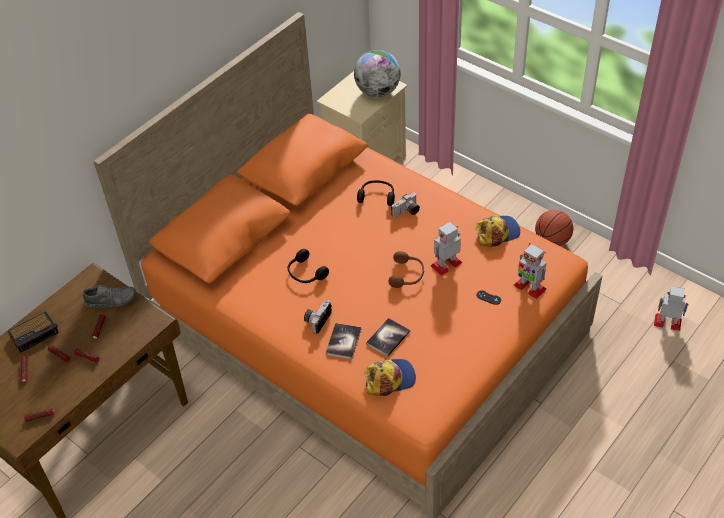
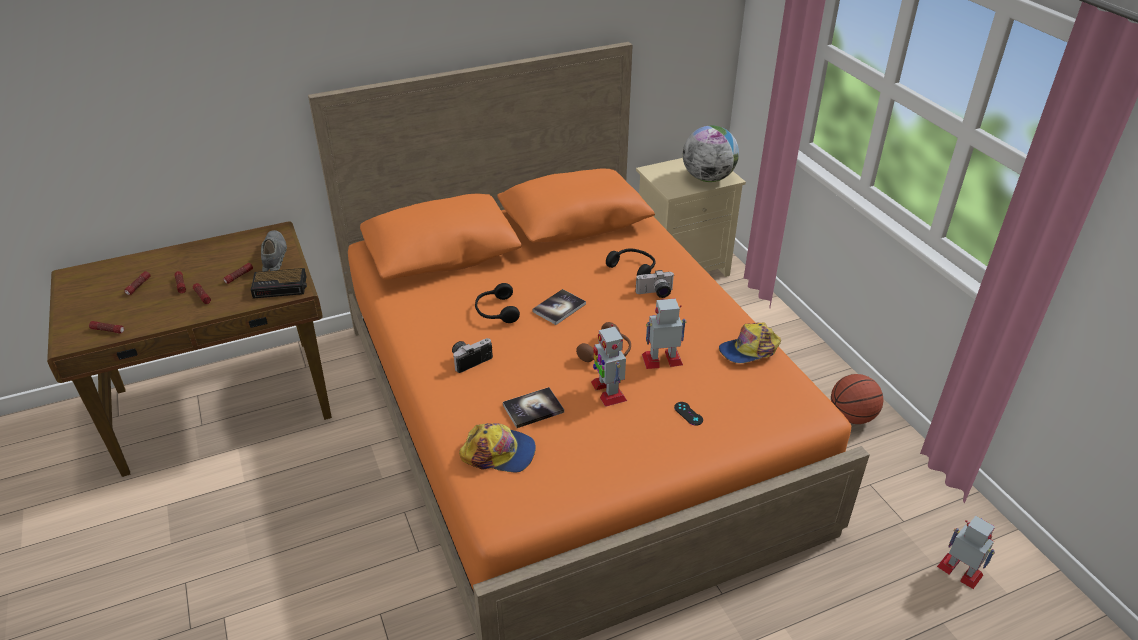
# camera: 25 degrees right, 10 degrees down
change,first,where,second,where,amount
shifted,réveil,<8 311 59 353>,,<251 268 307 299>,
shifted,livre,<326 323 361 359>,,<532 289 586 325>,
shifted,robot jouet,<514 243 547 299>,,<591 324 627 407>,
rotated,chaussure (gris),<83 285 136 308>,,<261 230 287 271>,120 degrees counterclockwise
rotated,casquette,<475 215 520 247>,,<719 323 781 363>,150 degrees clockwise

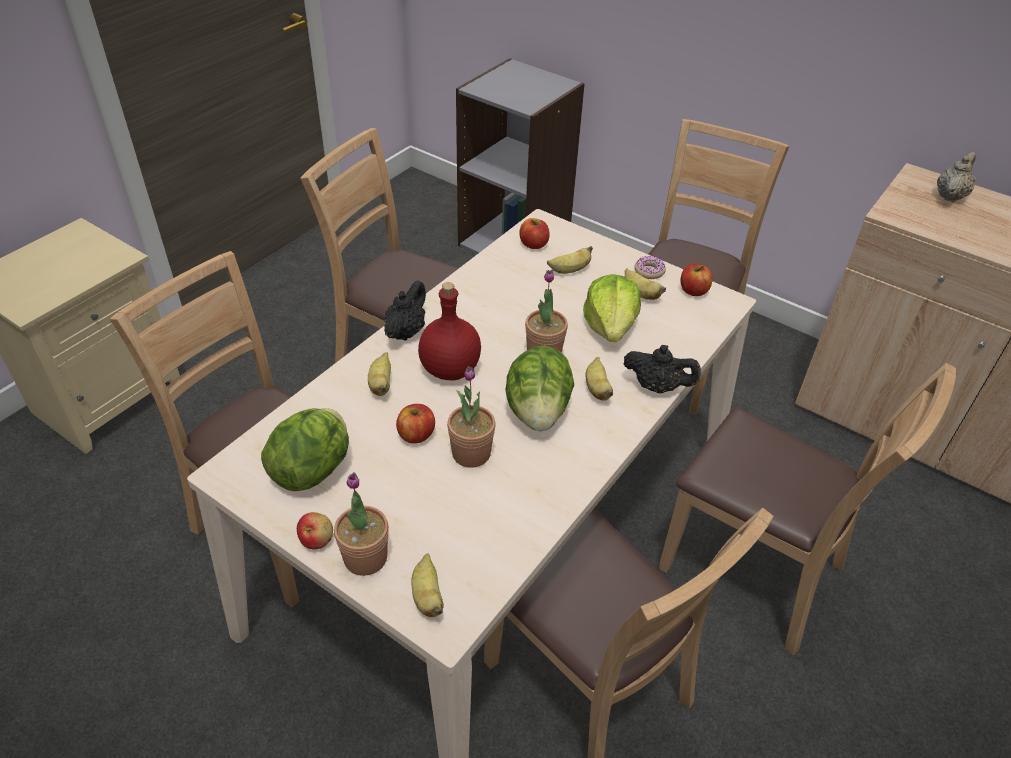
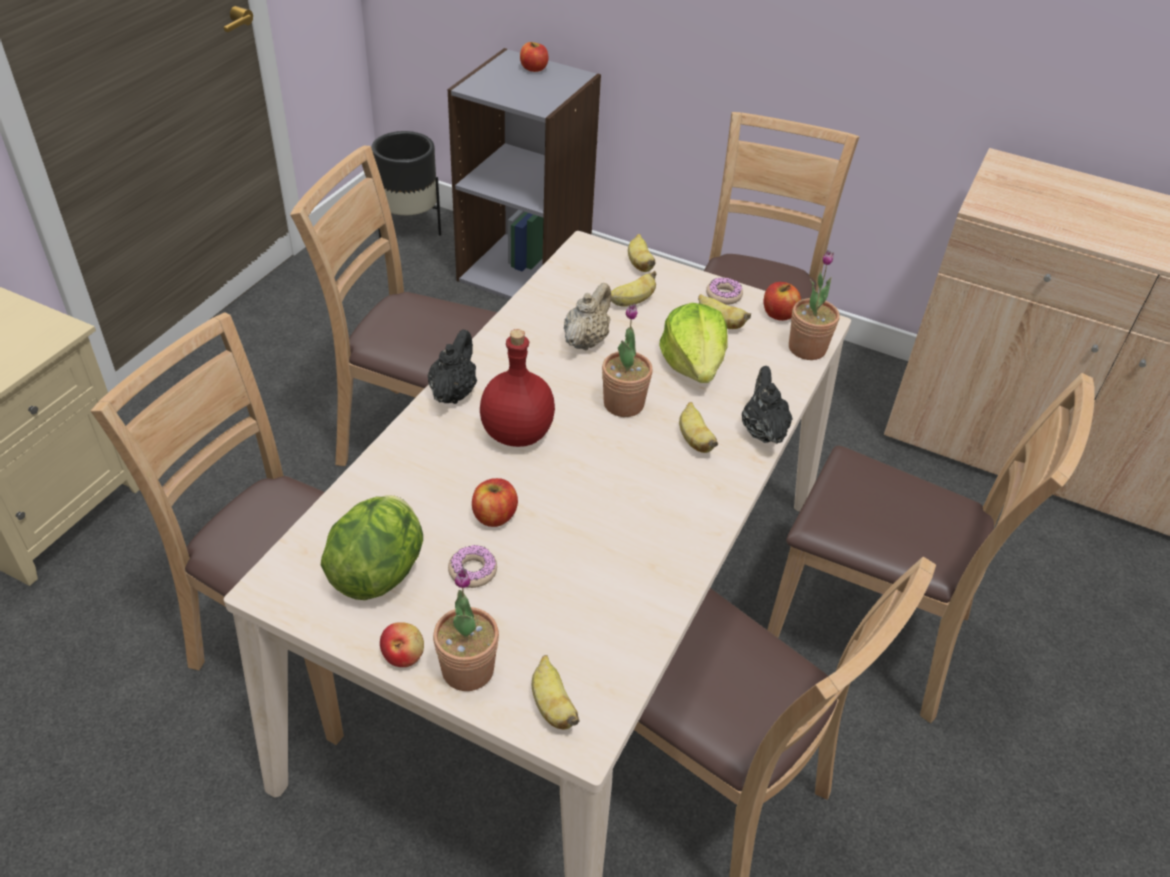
# camera: 10 degrees left, 0 degrees up
change,first,where,second,where,amount
gone,laitue,<505 346 574 431>,,,
new,,,cache-pot (noir),<371 131 441 238>,
new,,,beignet,<448 544 497 588>,
shifted,banane,<368 352 391 396>,,<628 234 656 272>,
shifted,plante en pot,<447 366 496 468>,,<789 250 840 360>,
shifted,pomme,<520 218 550 249>,,<520 42 549 72>,
shifted,théière (beige),<937 152 976 202>,,<564 283 611 351>,
rotated,théière (noir),<624 345 701 393>,,<742 366 793 444>,105 degrees counterclockwise

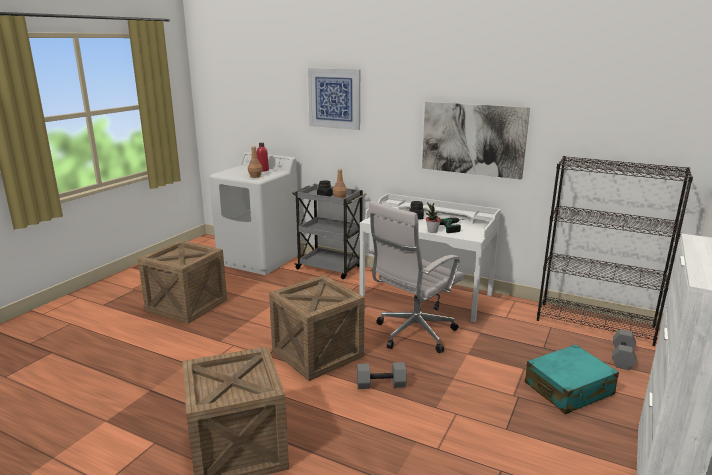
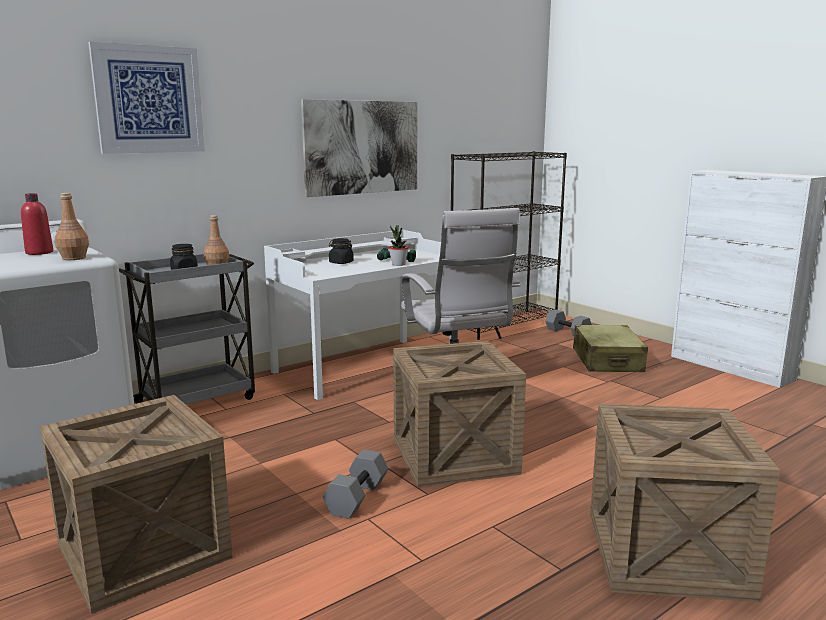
# camera: 65 degrees left, 5 degrees down
change,first,where,second,where,amount
shifted,haltère (gris),<357 362 407 389>,,<323 449 388 519>,
repainted,valise (turquoise),<525 344 619 414>,valise (beige),<573 325 648 372>,

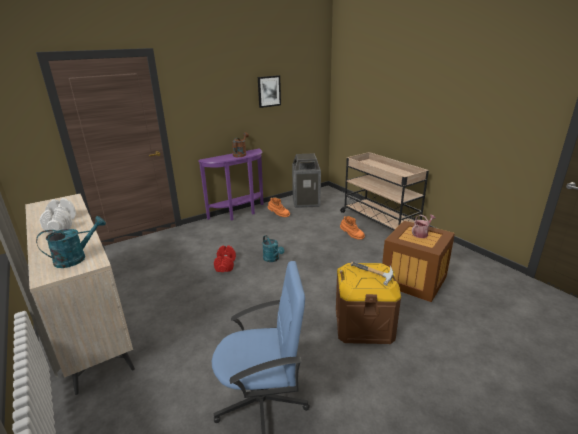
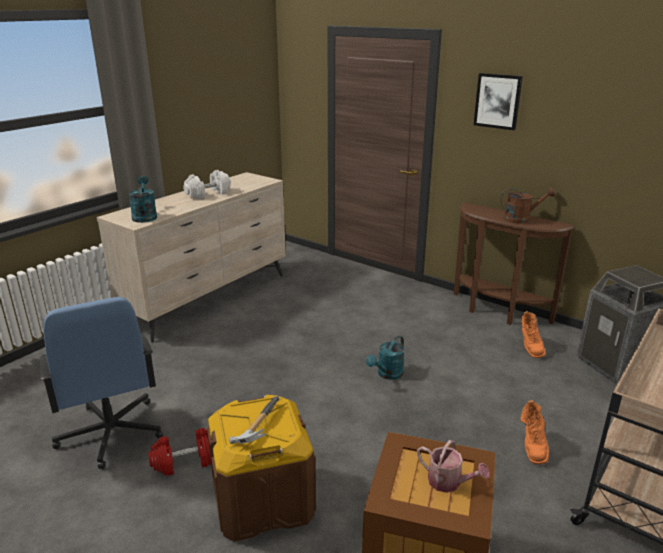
# camera: 70 degrees right, 0 degrees up
change,first,where,second,where,amount
shifted,haltère (rouge),<214 246 236 272>,,<148 428 211 476>,
shifted,tableau,<258 75 281 108>,,<474 73 523 130>,
repainted,table console (violet),<198 148 264 221>,table console (marron),<454 202 575 325>,
rotated,arrosoir (turquoise),<36 216 106 268>,,<129 176 157 223>,135 degrees counterclockwise

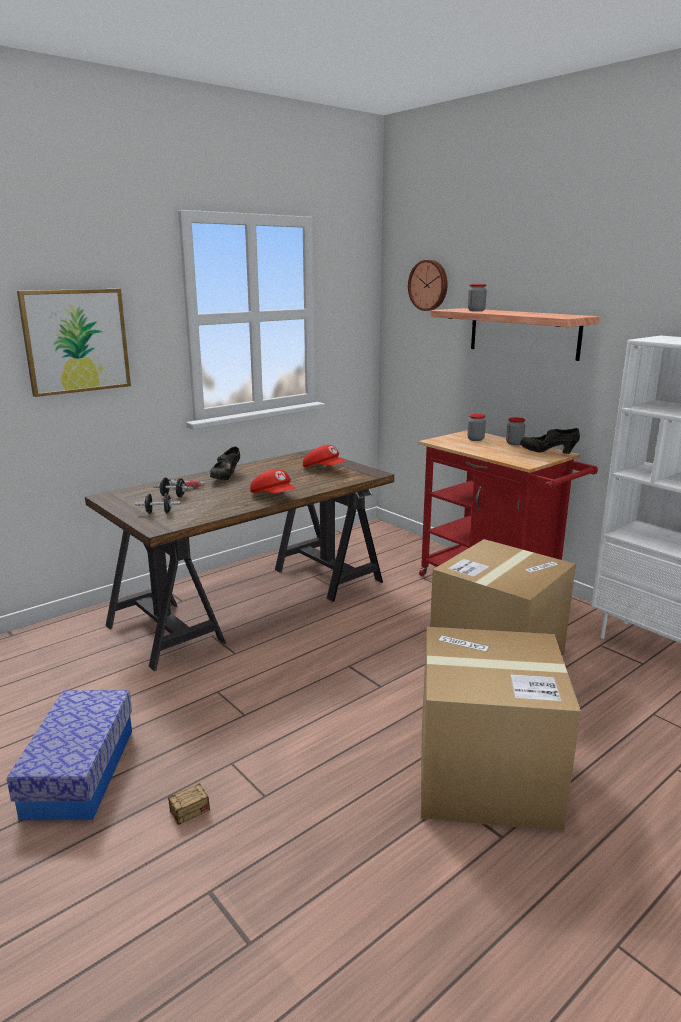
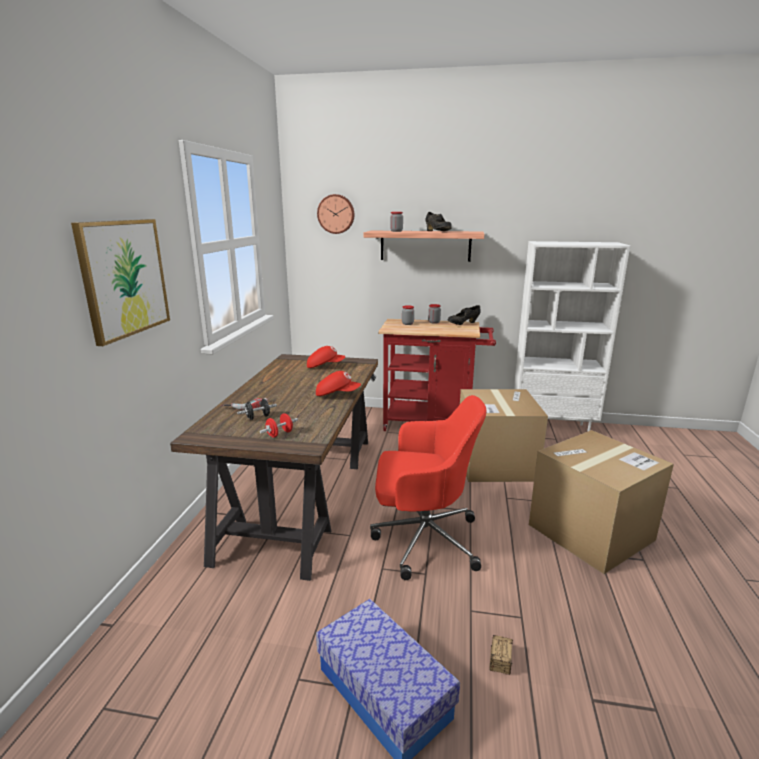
# camera: 40 degrees left, 0 degrees up
change,first,where,second,where,amount
new,,,chaise de bureau (rouge),<370 395 486 580>,
shifted,chaussure (noir),<210 447 240 480>,,<426 212 452 231>,
repainted,haltère (noir),<135 493 181 514>,haltère (rouge),<260 413 298 438>,

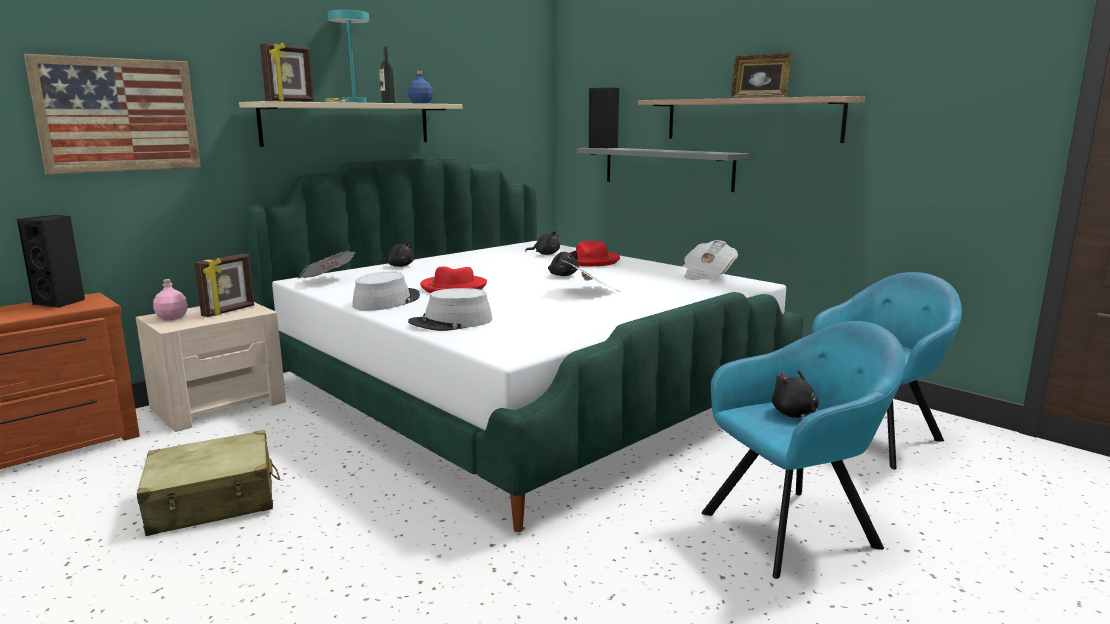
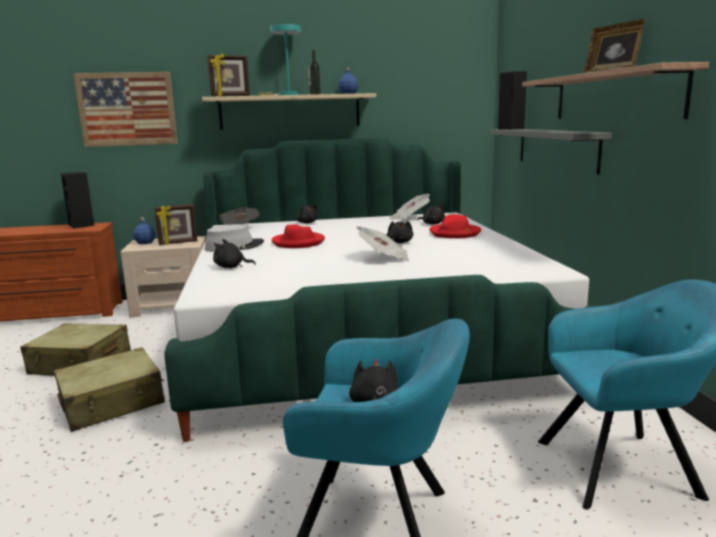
# camera: 35 degrees right, 0 degrees up
change,first,where,second,where,amount
new,,,valise (beige),<54 347 165 432>,
shifted,journal,<683 240 738 280>,,<389 194 430 220>,
swapped,chapeau (gris),<408 288 493 331>,peluche (noir),<213 239 256 268>,
repainted,bouteille (rose),<153 279 188 320>,bouteille (bleu),<133 217 155 244>,

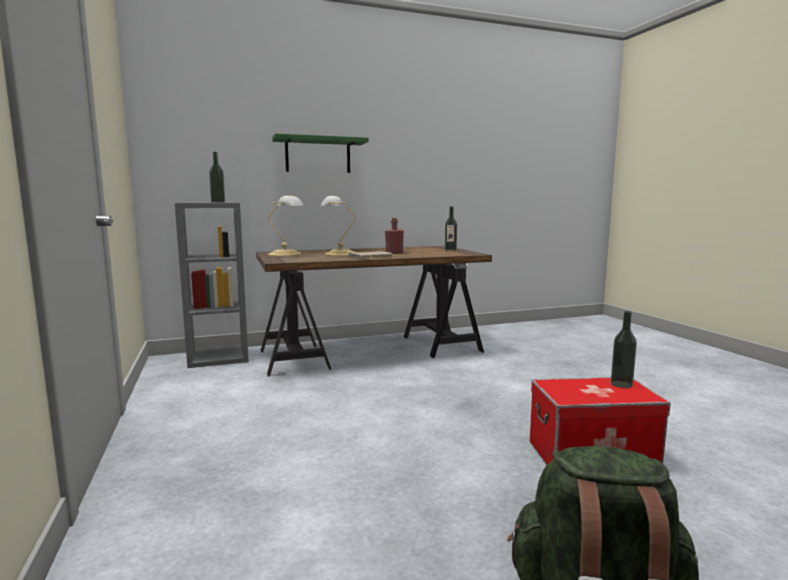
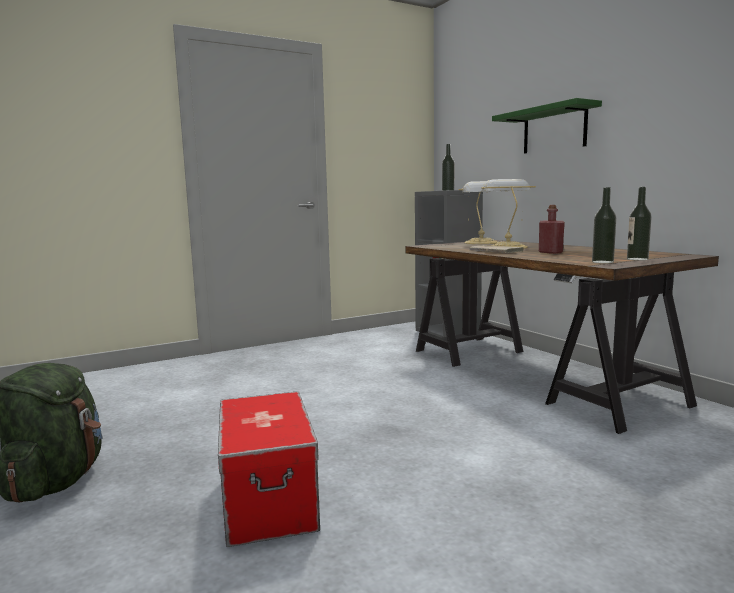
# camera: 80 degrees right, 0 degrees up
change,first,where,second,where,amount
shifted,bouteille,<611 311 637 388>,,<592 187 616 263>,

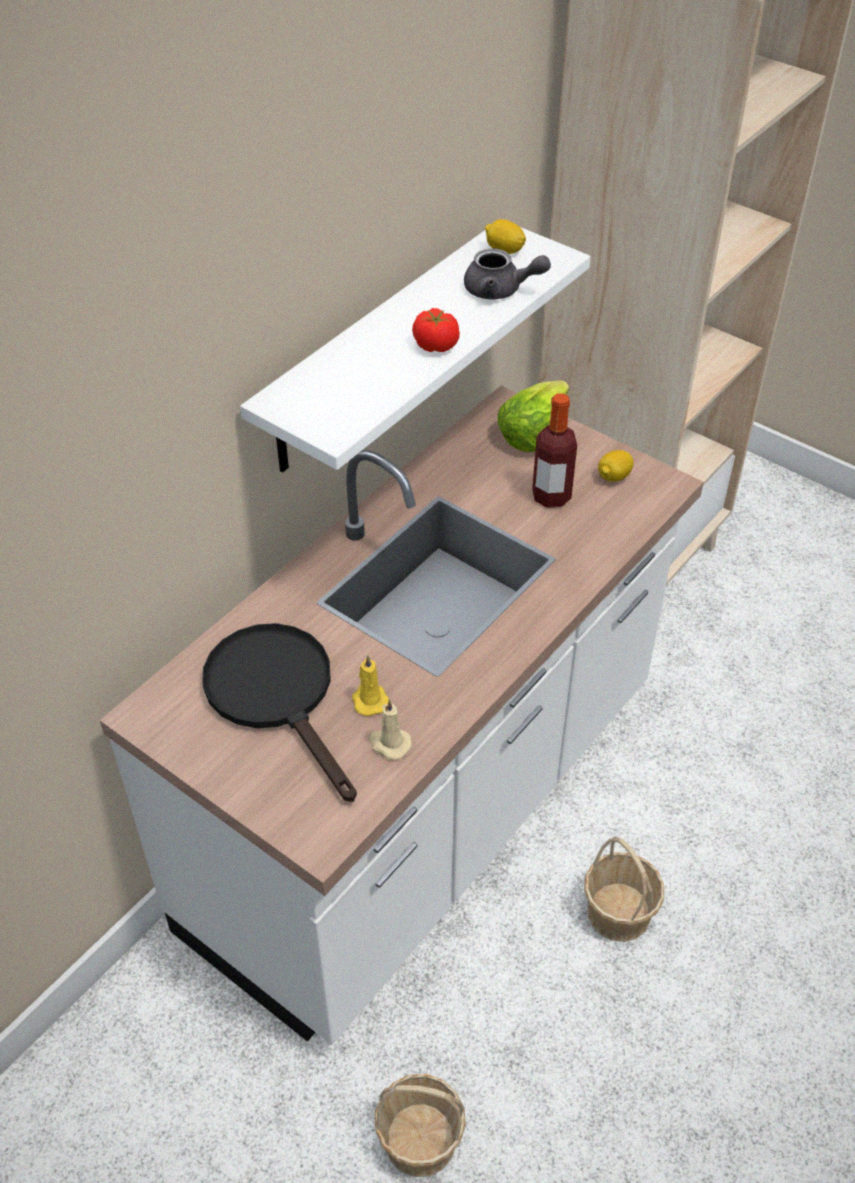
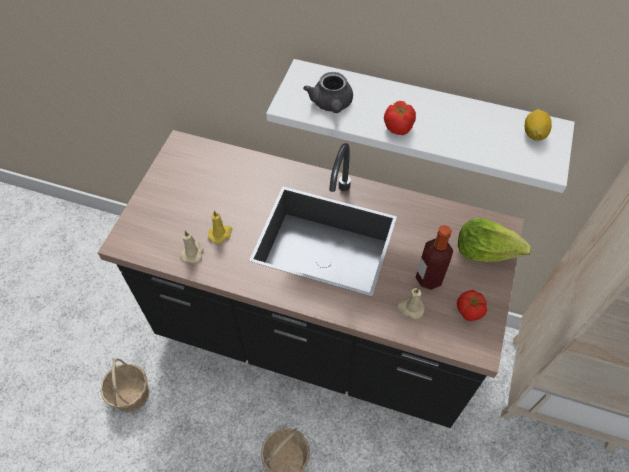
# camera: 70 degrees right, 10 degrees up
change,first,where,second,where,amount
gone,poêle (noir),<202 623 357 802>,,,
new,,,bougie (beige),<397 288 425 319>,
shifted,théière (gris),<464 248 551 299>,,<303 72 353 113>,
swapped,citron,<598 450 634 482>,tomate,<457 290 487 321>,
repainted,comptoir de cuisine (blanc),<100 386 704 1045>,comptoir de cuisine (noir),<98 130 524 428>,

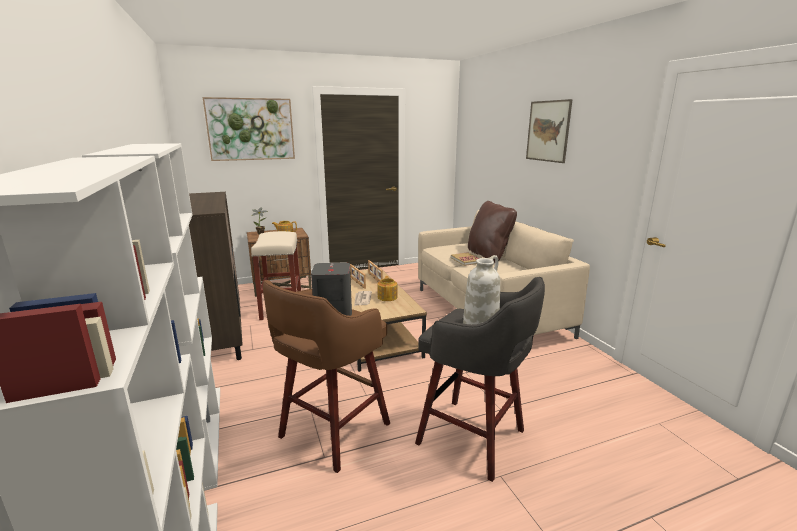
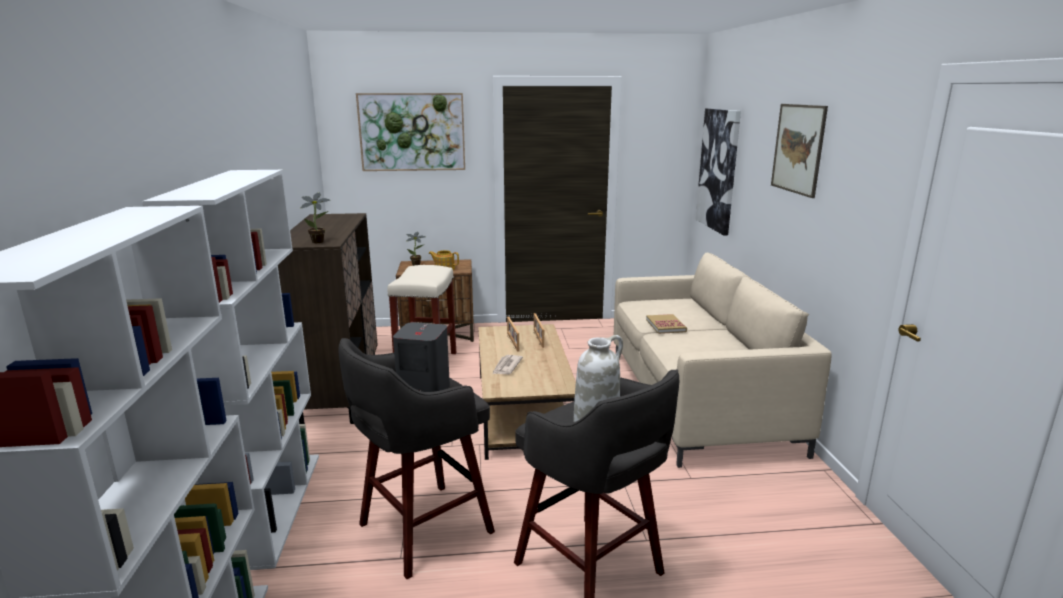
# camera: 15 degrees right, 0 degrees up
change,first,where,second,where,amount
gone,théière,<378 276 398 301>,,,
gone,coussin (marron),<468 201 517 263>,,,
new,,,plante en pot,<301 192 330 243>,
new,,,tableau,<696 108 741 235>,
repainted,tabouret (marron),<263 280 390 473>,tabouret (gris),<338 338 495 579>,

